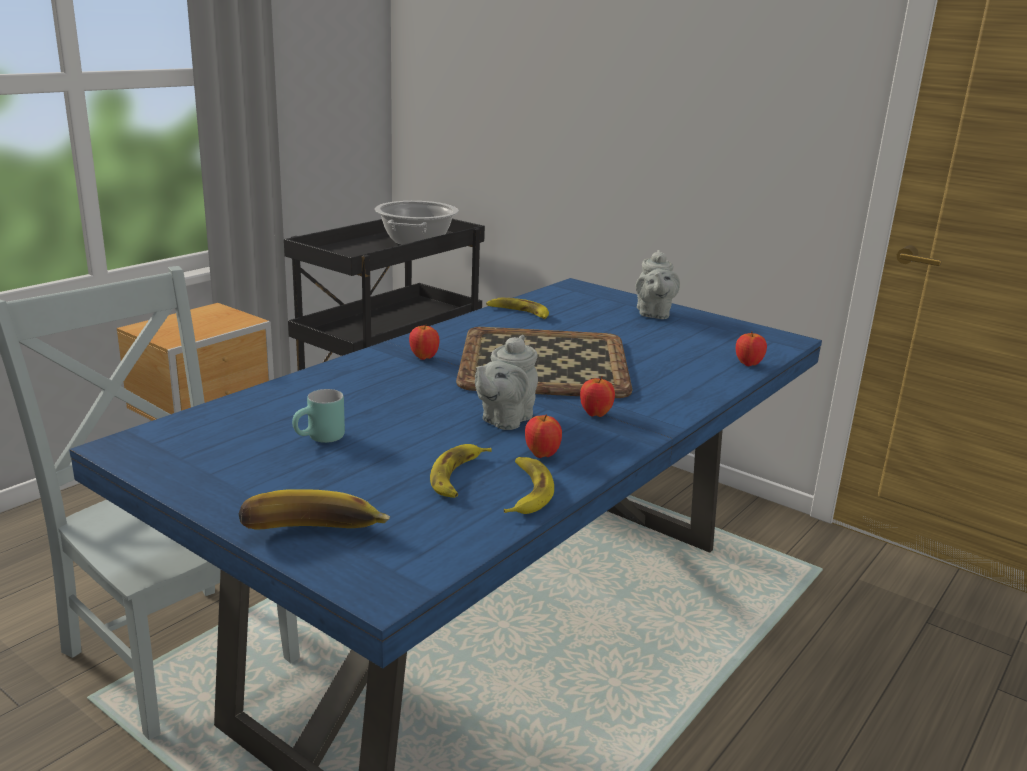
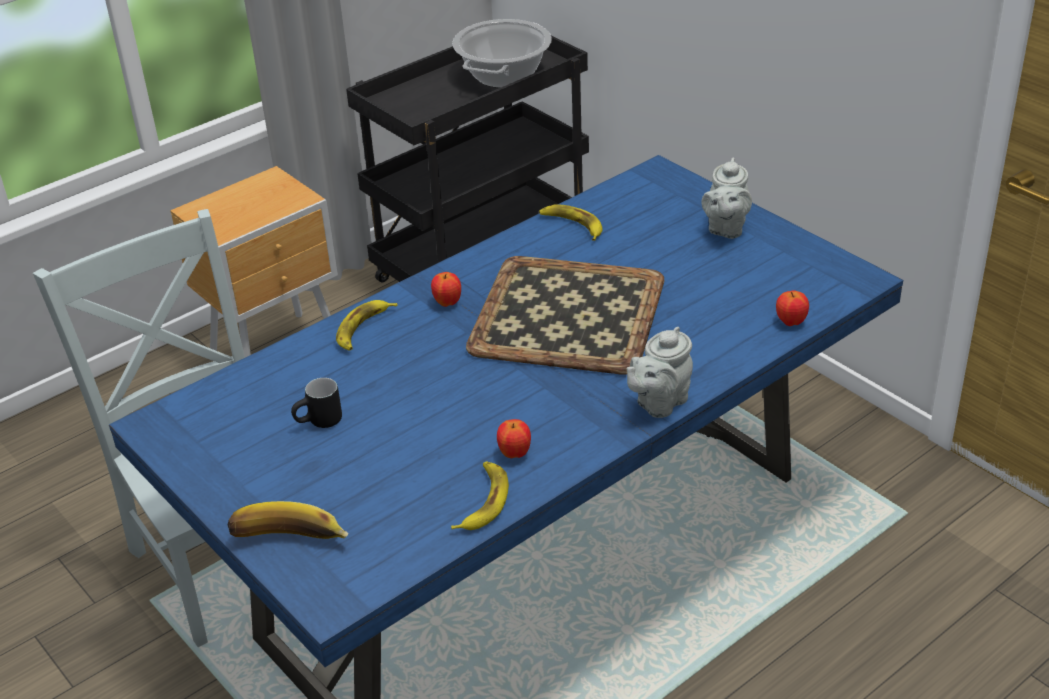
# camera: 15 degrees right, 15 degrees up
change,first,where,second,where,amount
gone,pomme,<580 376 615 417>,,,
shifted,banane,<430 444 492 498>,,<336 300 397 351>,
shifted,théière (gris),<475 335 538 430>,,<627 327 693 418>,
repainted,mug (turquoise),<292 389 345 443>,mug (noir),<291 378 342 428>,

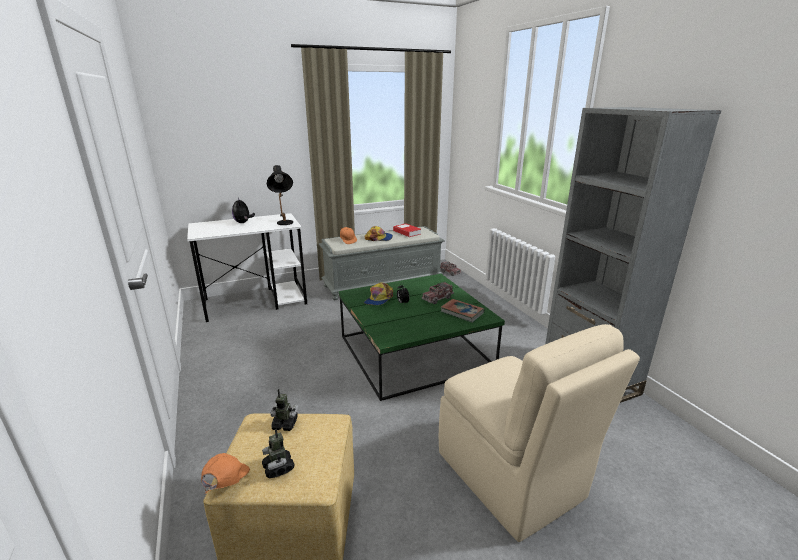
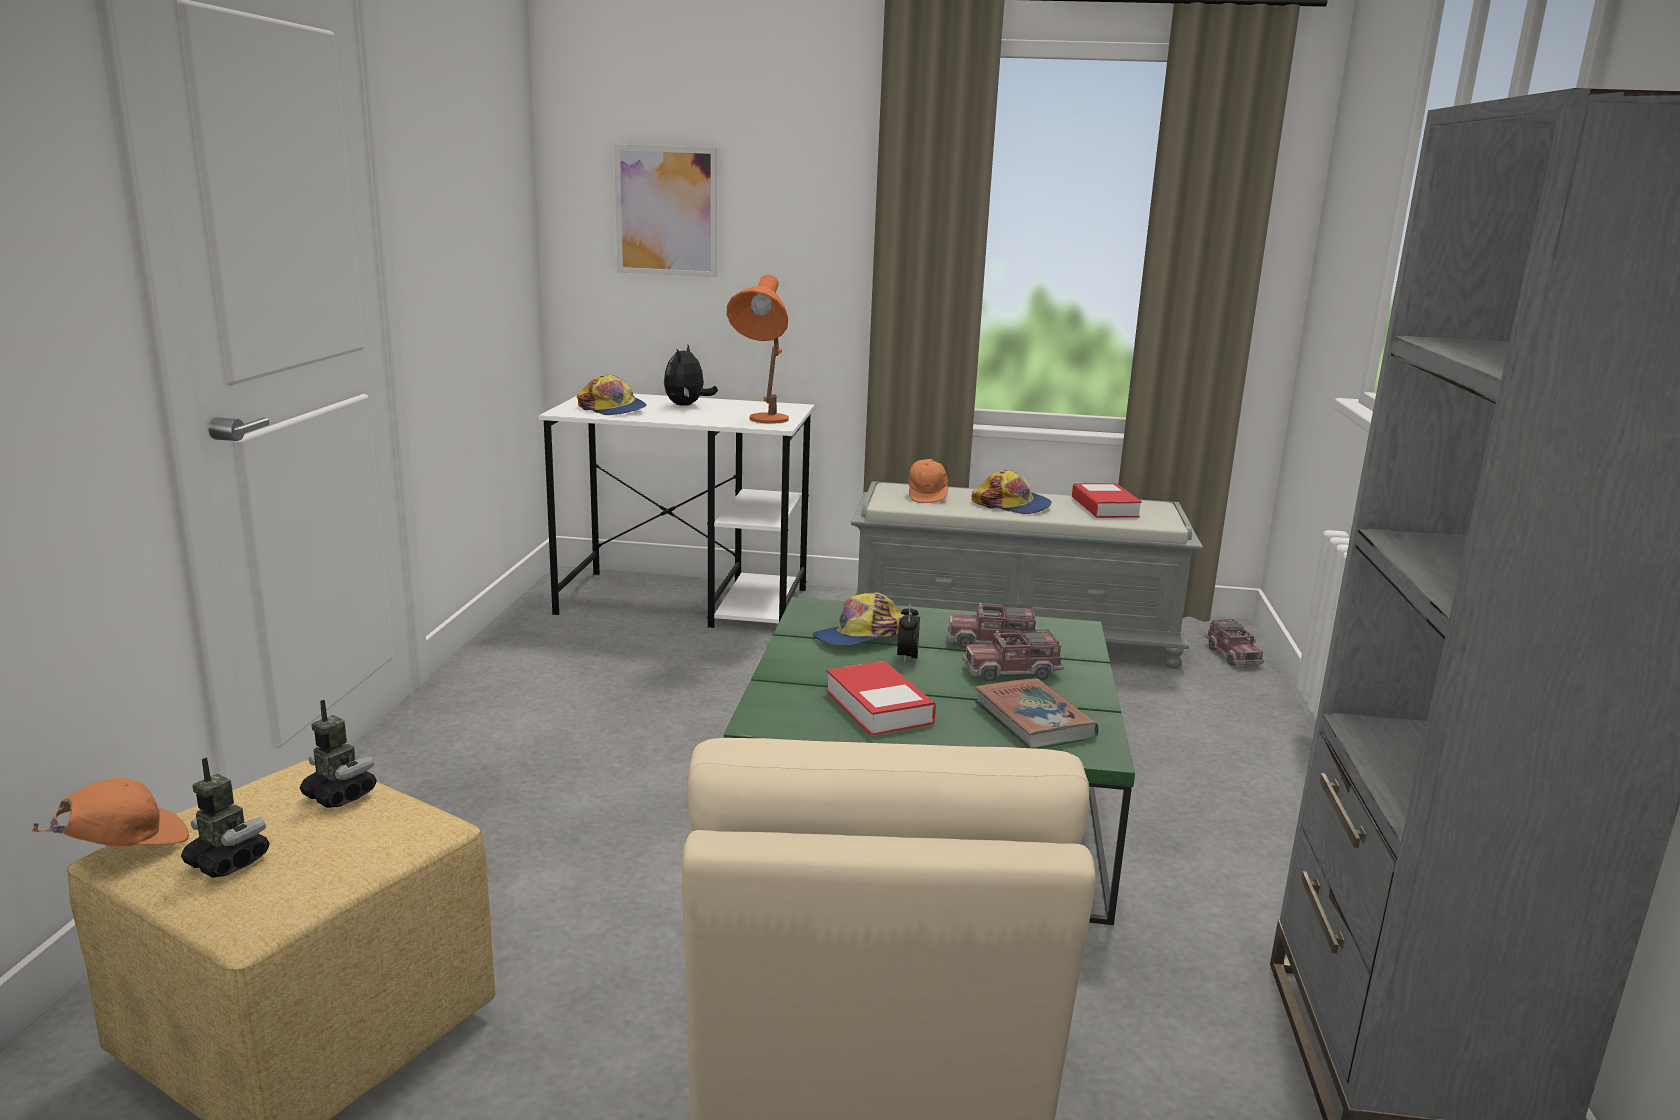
# camera: 30 degrees right, 5 degrees down
change,first,where,second,where,amount
new,,,casquette,<577 375 647 415>,
new,,,tableau,<614 144 717 277>,
new,,,livre,<826 661 936 736>,
new,,,camion jouet,<948 603 1037 649>,
repainted,lampe de table (noir),<267 165 293 225>,lampe de table (orange),<726 275 789 424>,
rotated,robot jouet,<262 429 295 478>,,<181 758 270 878>,120 degrees clockwise

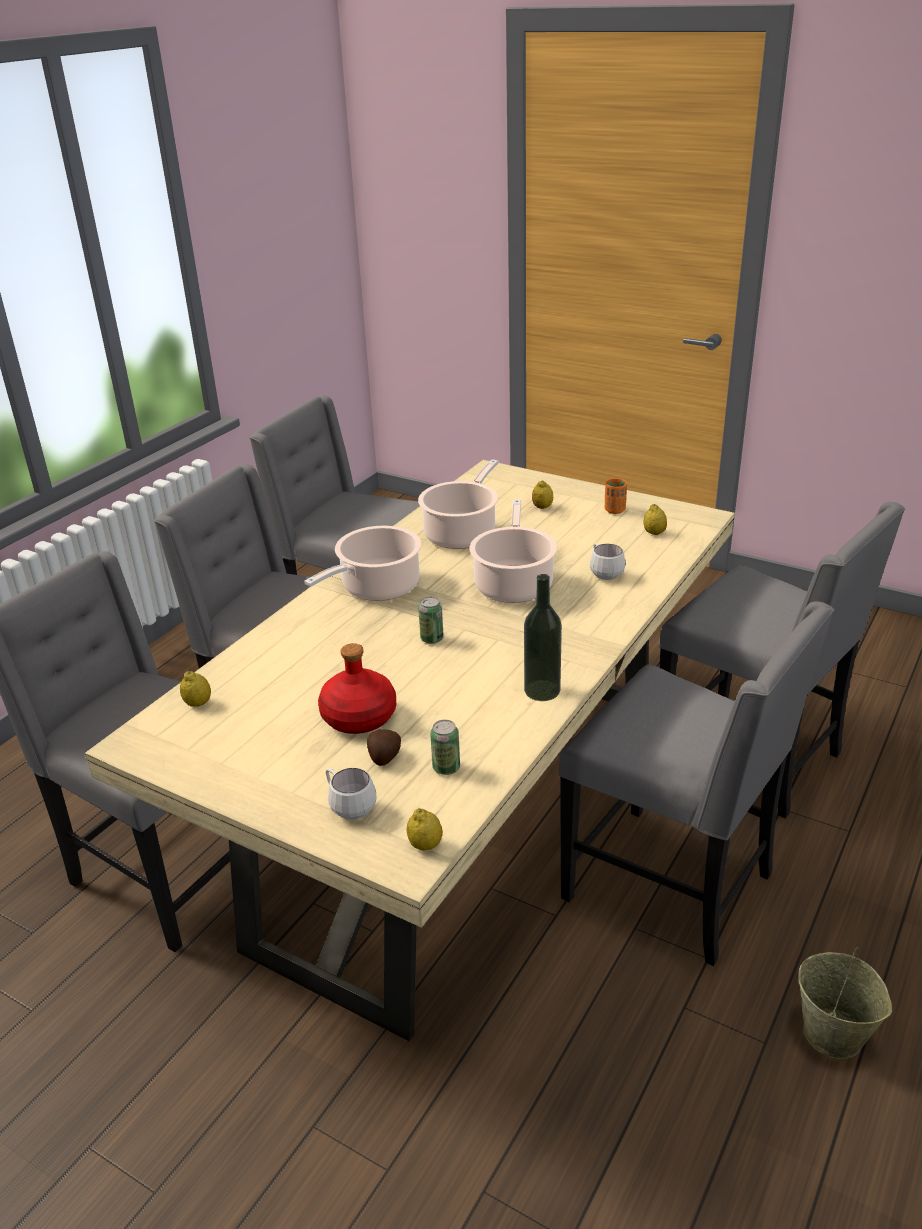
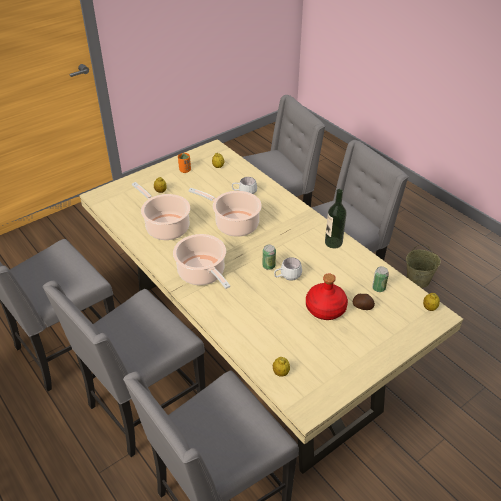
# camera: 70 degrees left, 10 degrees up
change,first,where,second,where,amount
shifted,mug (blanc),<326 768 377 820>,,<274 257 302 281>,

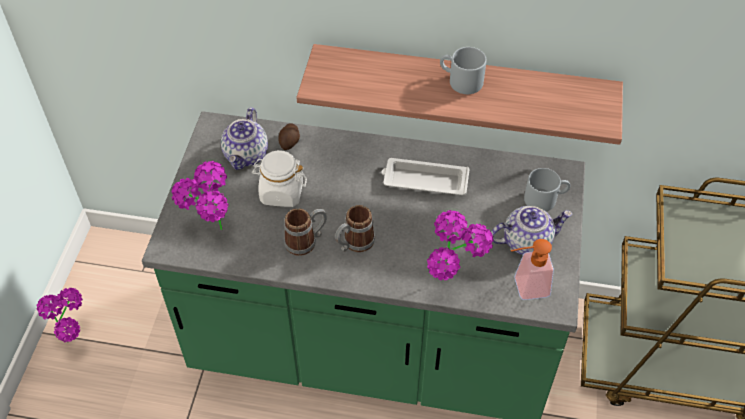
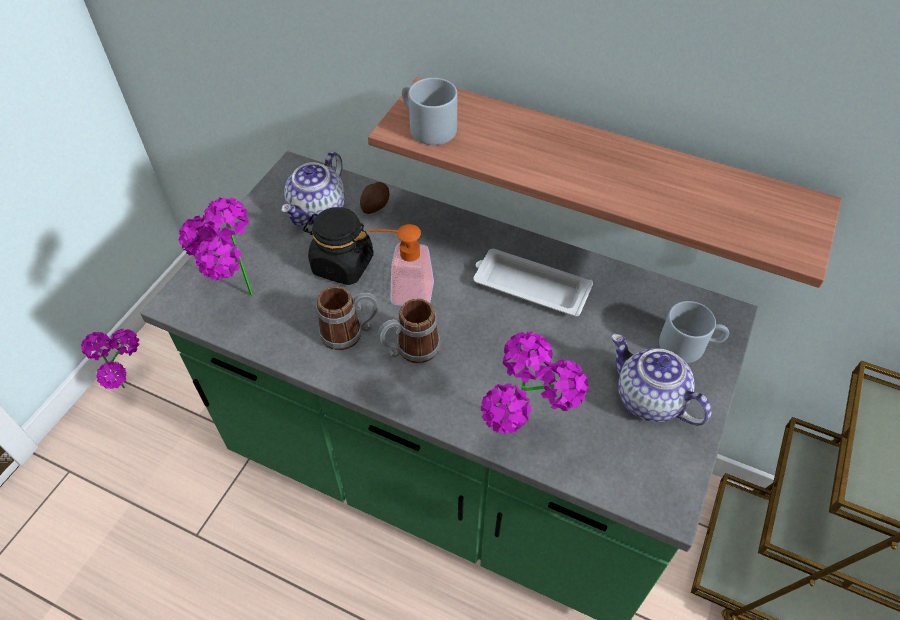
# camera: 15 degrees right, 0 degrees up
change,first,where,second,where,amount
shifted,mug (gris),<440 47 486 94>,,<402 78 457 145>,
shifted,distributeur de savon,<511 239 554 300>,,<368 224 434 306>,
repainted,bocal (blanc),<252 150 307 207>,bocal (noir),<303 207 374 285>,
rotated,théière,<491 206 572 255>,,<611 334 712 425>,135 degrees counterclockwise

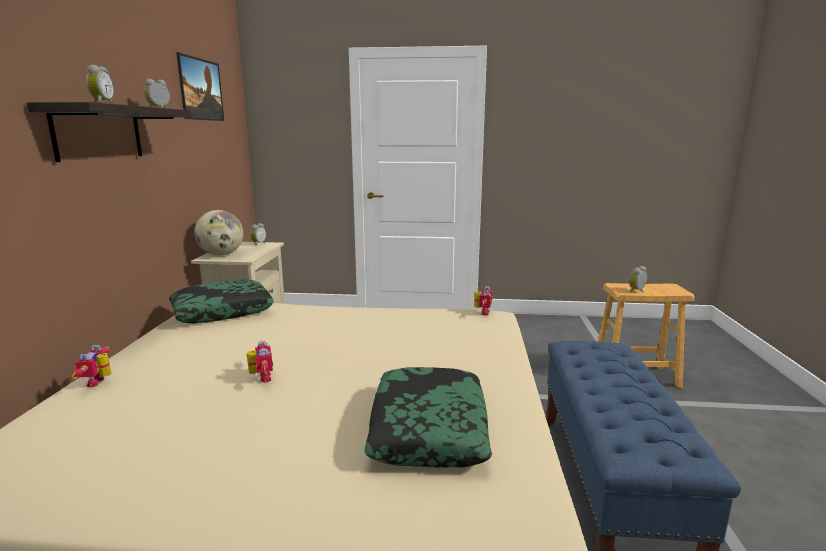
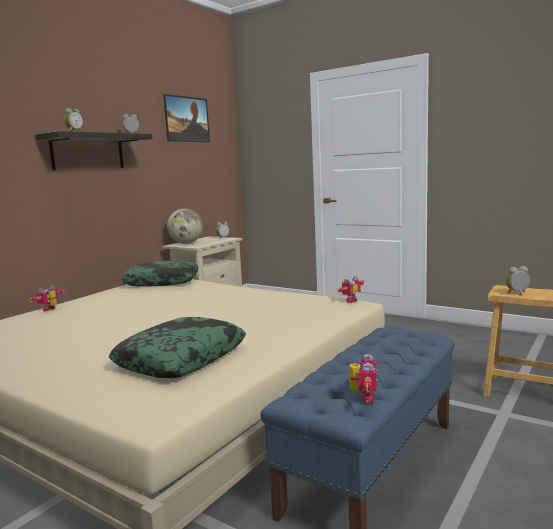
# camera: 30 degrees right, 5 degrees down
change,first,where,second,where,amount
shifted,robot jouet,<246 341 273 382>,,<349 354 378 403>,

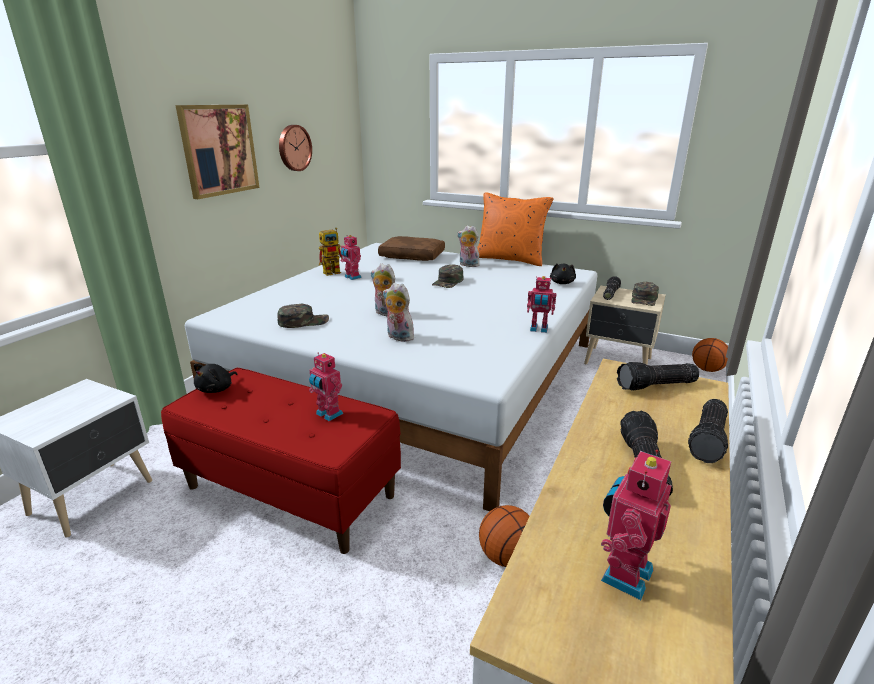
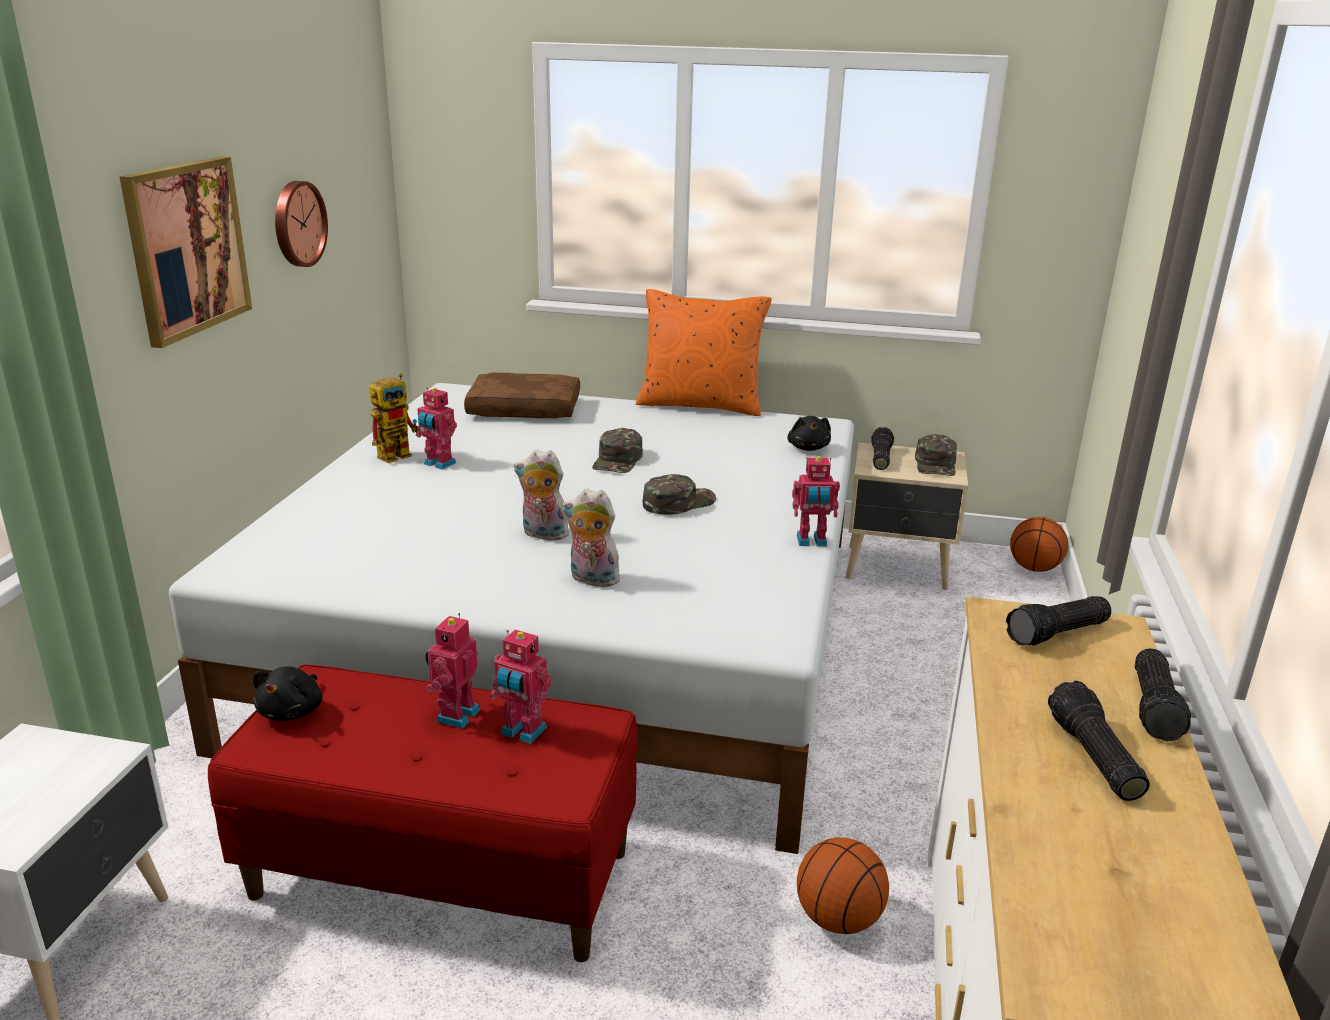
# camera: 15 degrees left, 0 degrees up
change,first,where,second,where,amount
gone,peluche,<457 226 480 267>,,,
shifted,casquette (vert),<277 304 329 328>,,<643 474 716 515>,
shifted,robot jouet,<601 450 672 600>,,<425 613 480 729>,

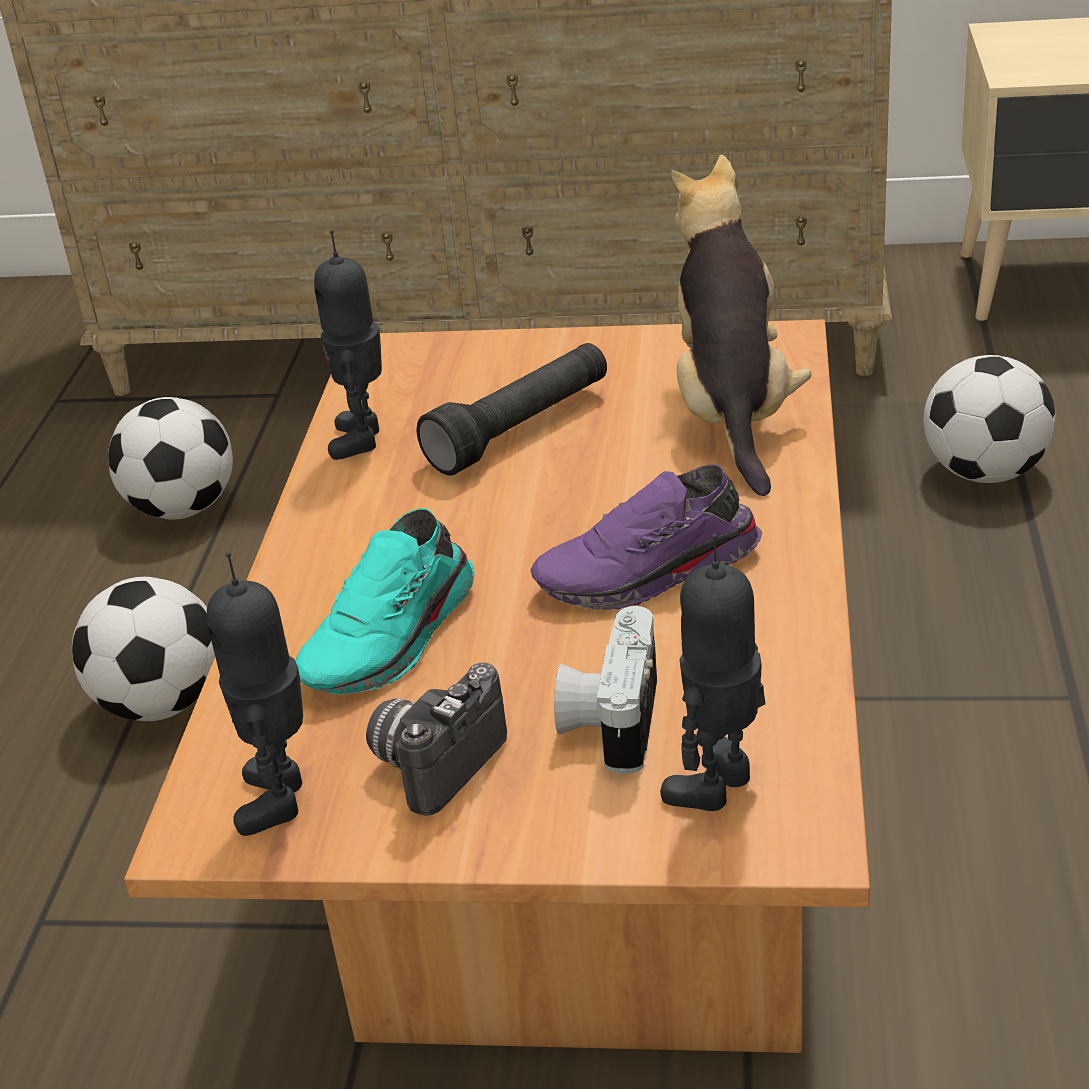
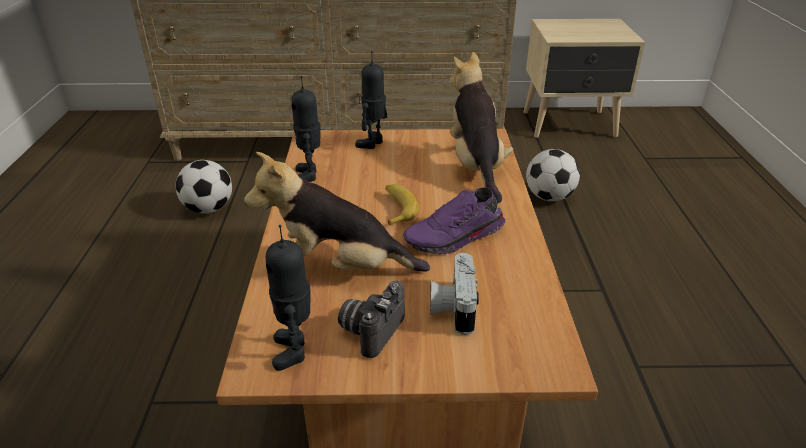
# camera: 10 degrees left, 0 degrees up
change,first,where,second,where,amount
gone,ballon de foot,<72 577 215 721>,,,
gone,lampe de poche (noir),<416 343 607 476>,,,
new,,,banane,<385 184 419 225>,
shifted,robot jouet,<660 534 765 811>,,<355 51 387 149>,
swapped,chaussure (turquoise),<295 508 475 695>,peluche,<244 152 430 272>,

